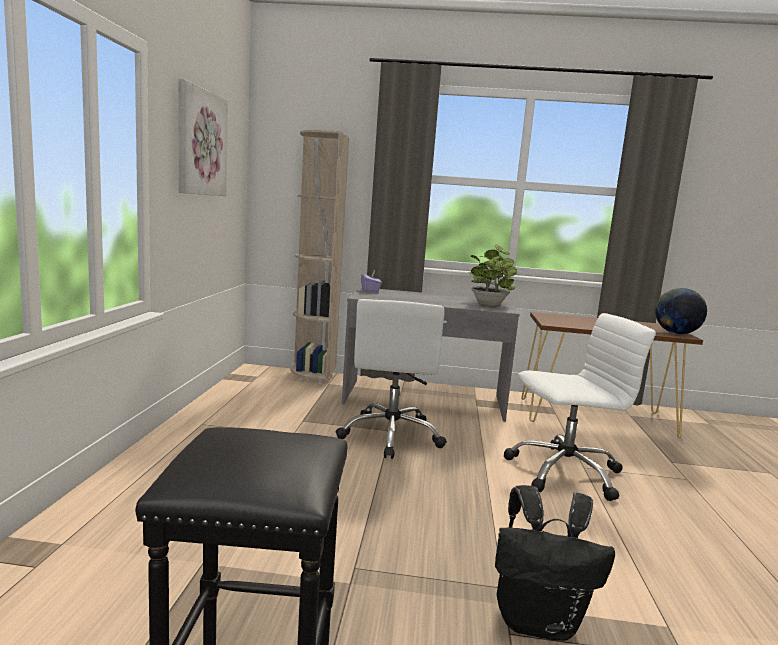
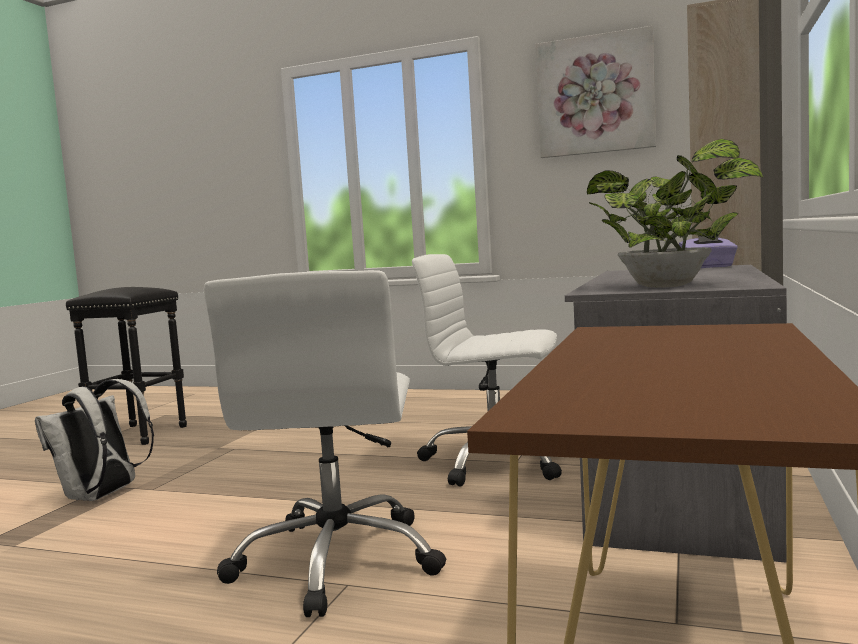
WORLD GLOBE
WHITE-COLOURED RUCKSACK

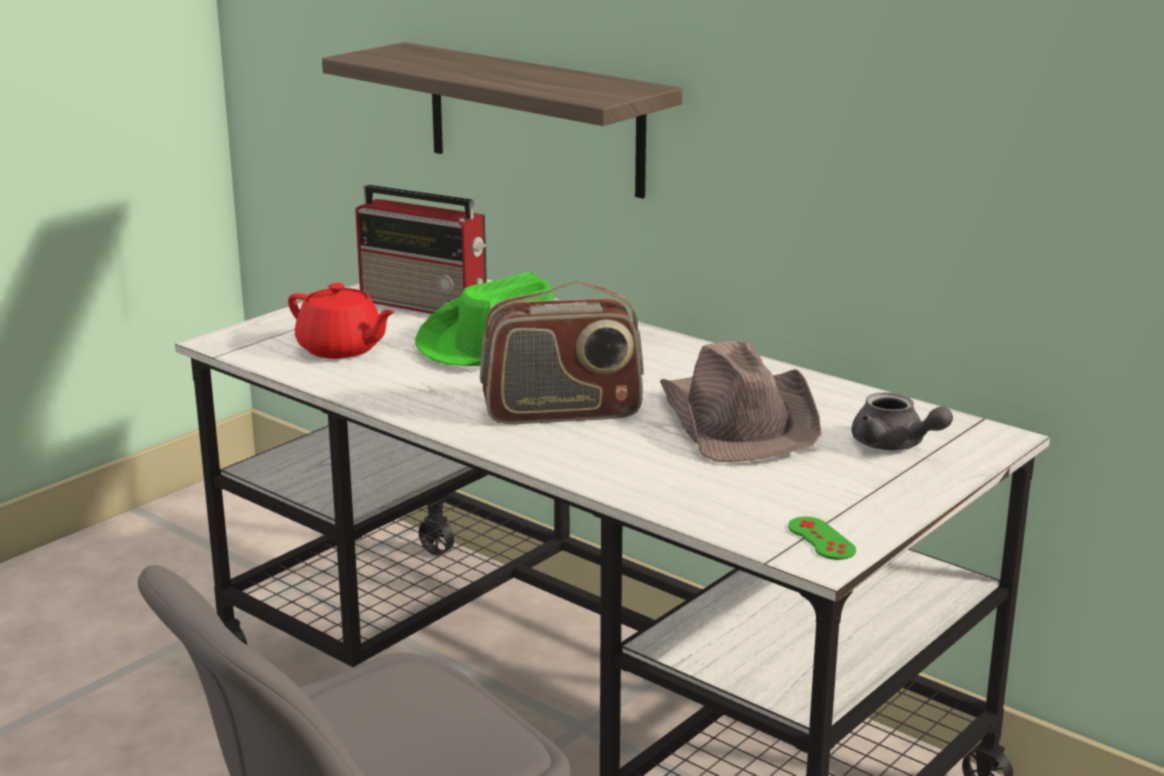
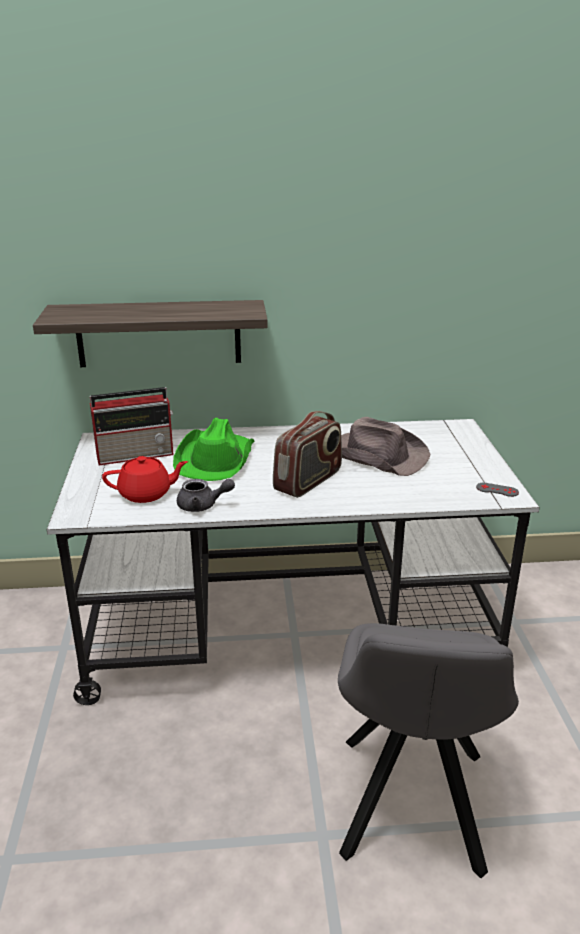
GREY POT FOR TEA
GREY GAME CONTROLLER

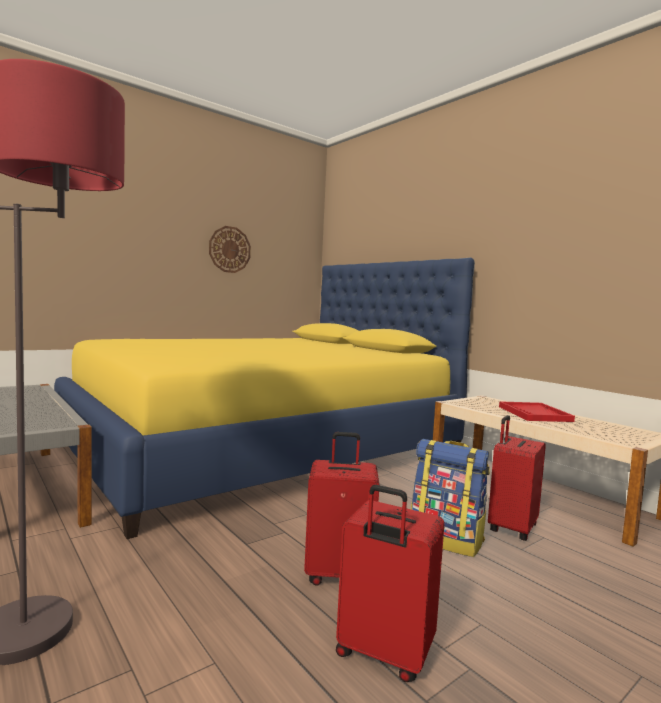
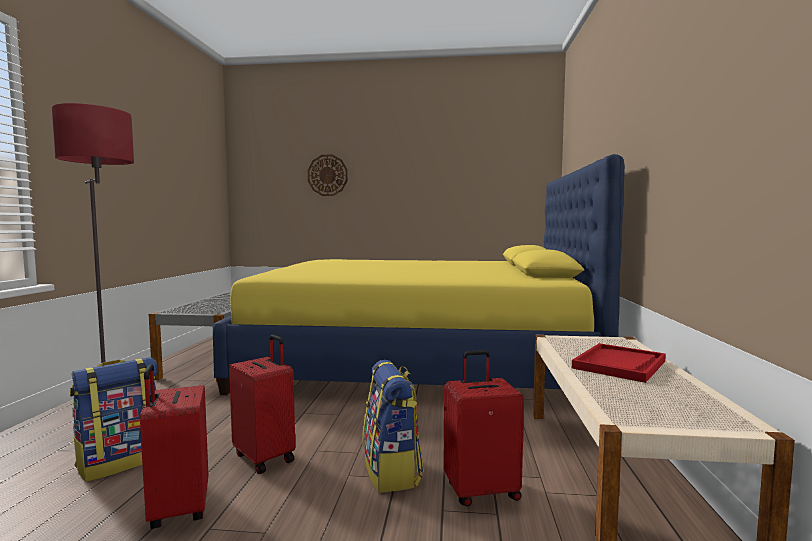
CLOCK ON THE WALL
RUCKSACK (no. 1 from left)

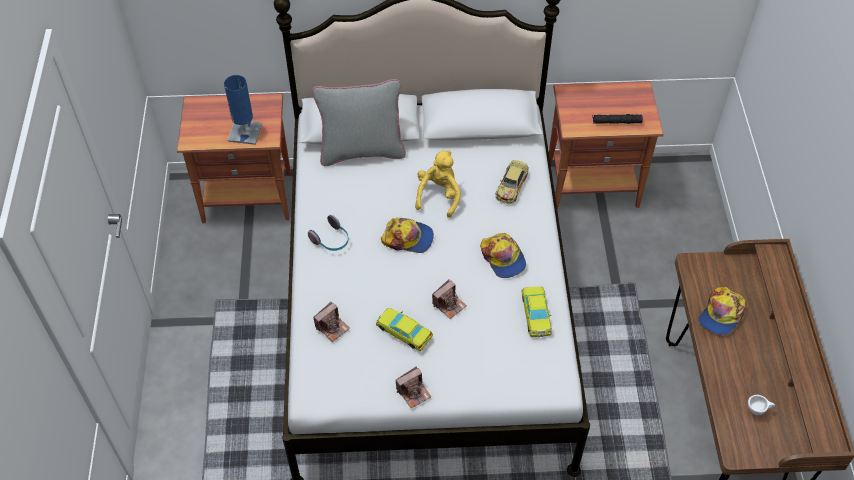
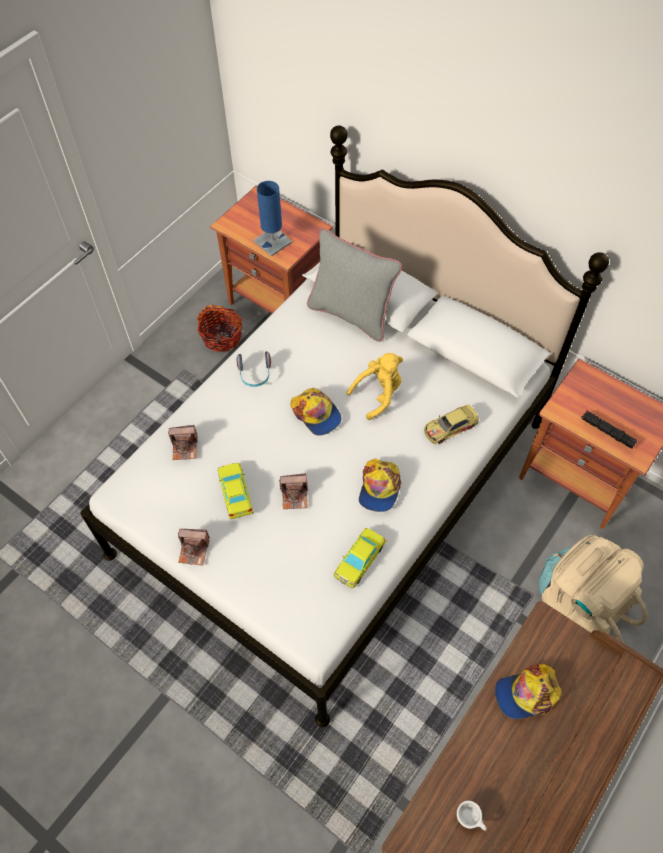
HOUSEHOLD BASKET
BEIGE RUCKSACK

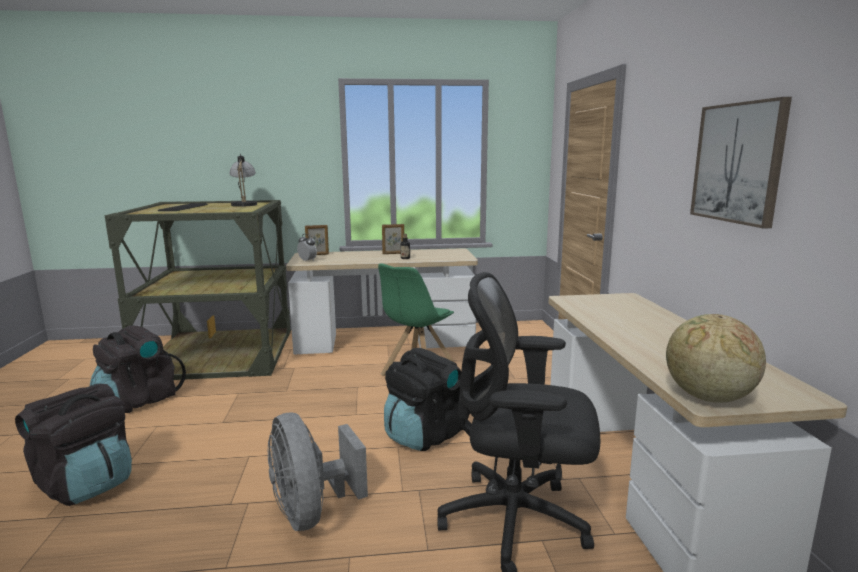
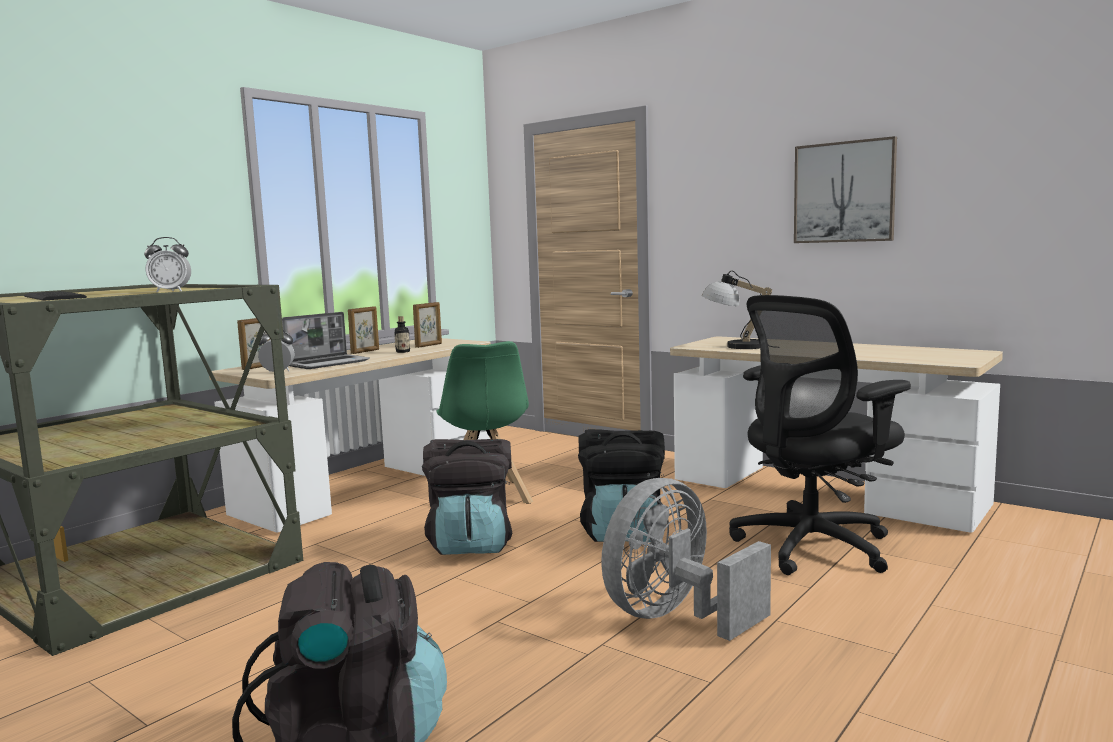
TABLETOP LAMP
WORLD GLOBE
BLACK RUCKSACK (no. 2 from left)
GREY ELECTRIC FAN
BEDSIDE CLOCK (no. 1 from left)
STANDING FRAME (no. 3 from left)
NOTEBOOK COMPUTER

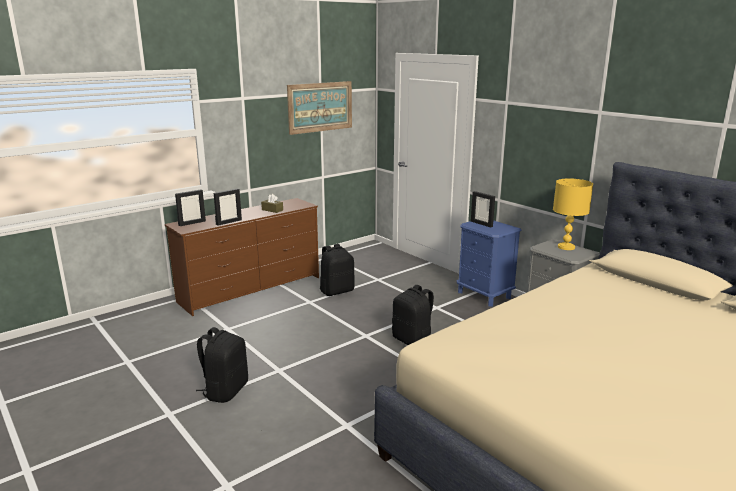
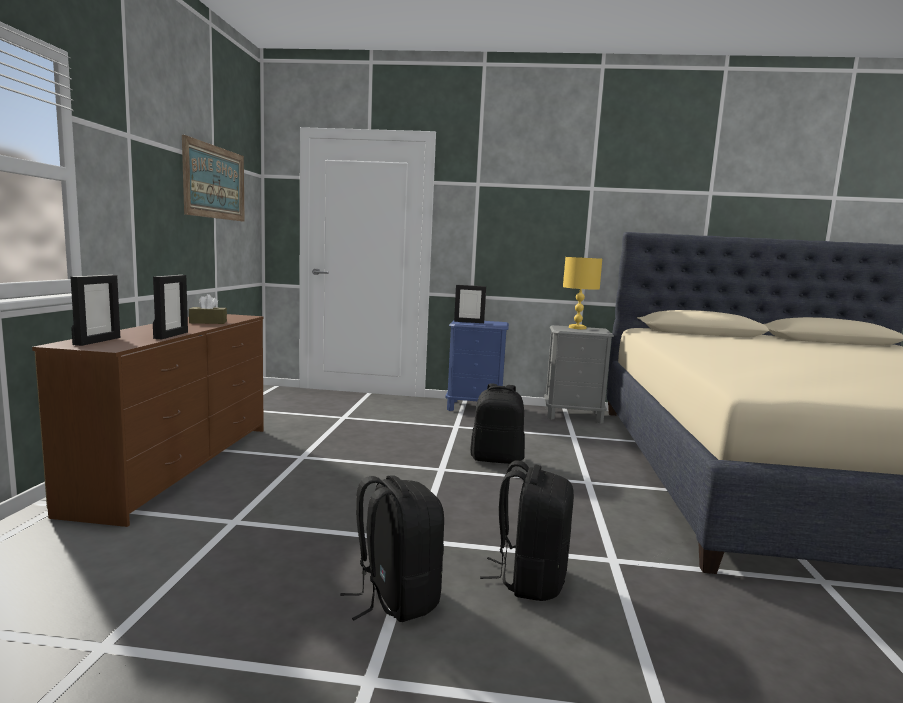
BLACK RUCKSACK (no. 3 from left)

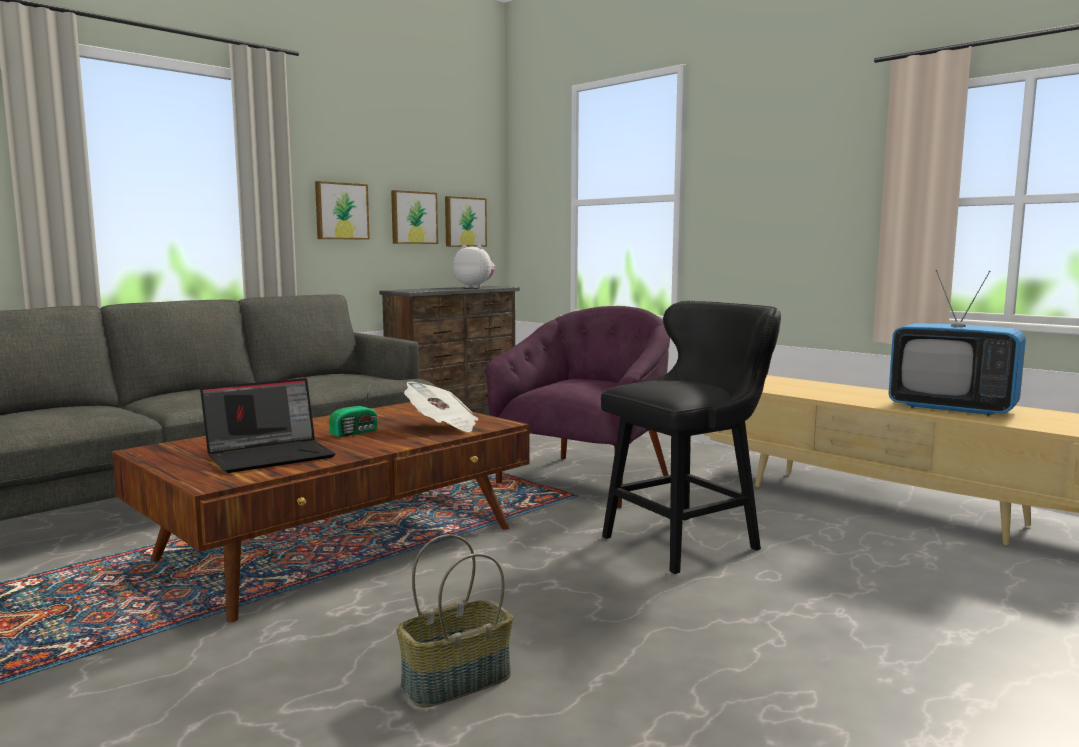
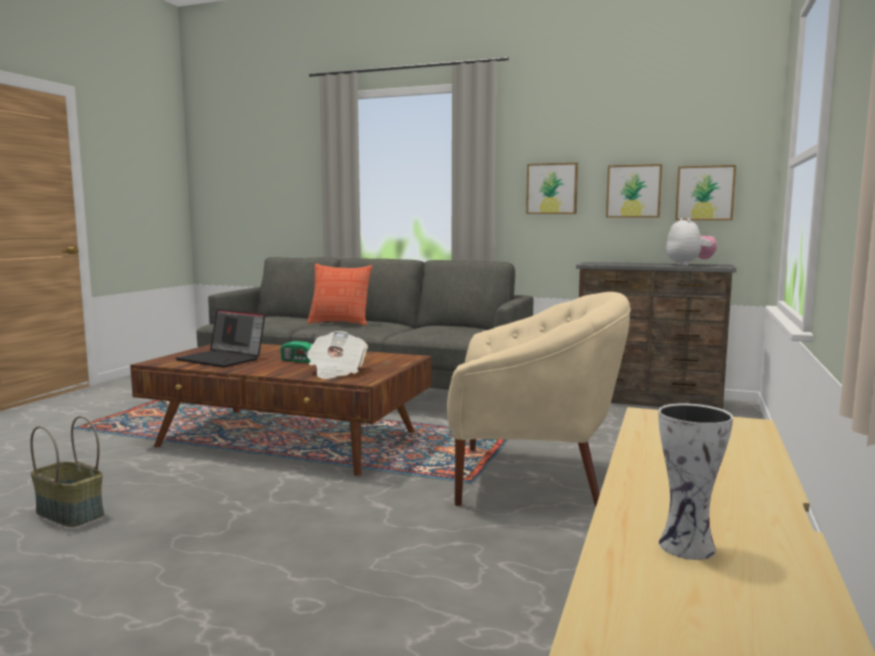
DECORATIVE VASE
BLACK STOOL
BEIGE ARMCHAIR
ORANGE PILLOW

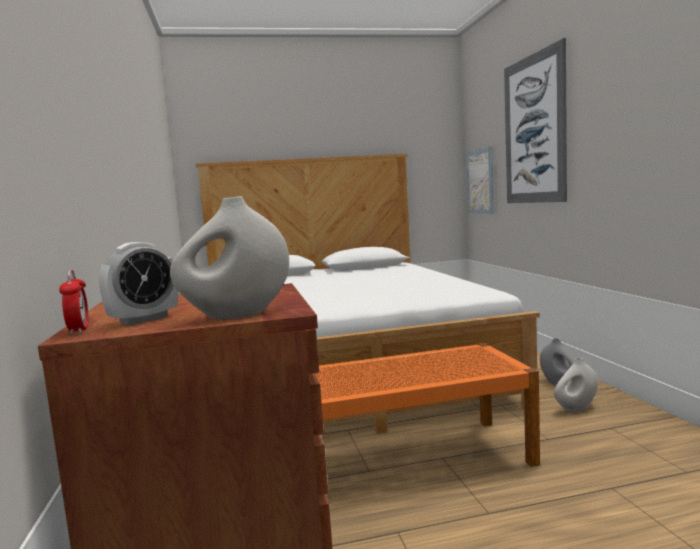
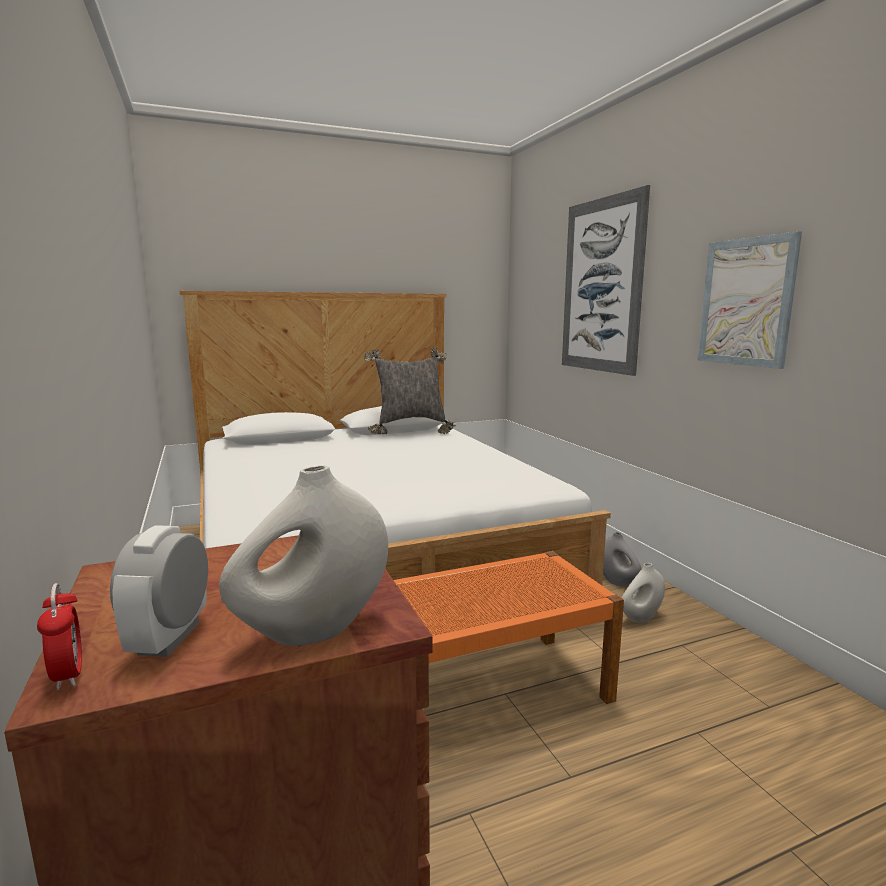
WALL ART (no. 2 from left)
BEDSIDE CLOCK (no. 2 from left)
PILLOW

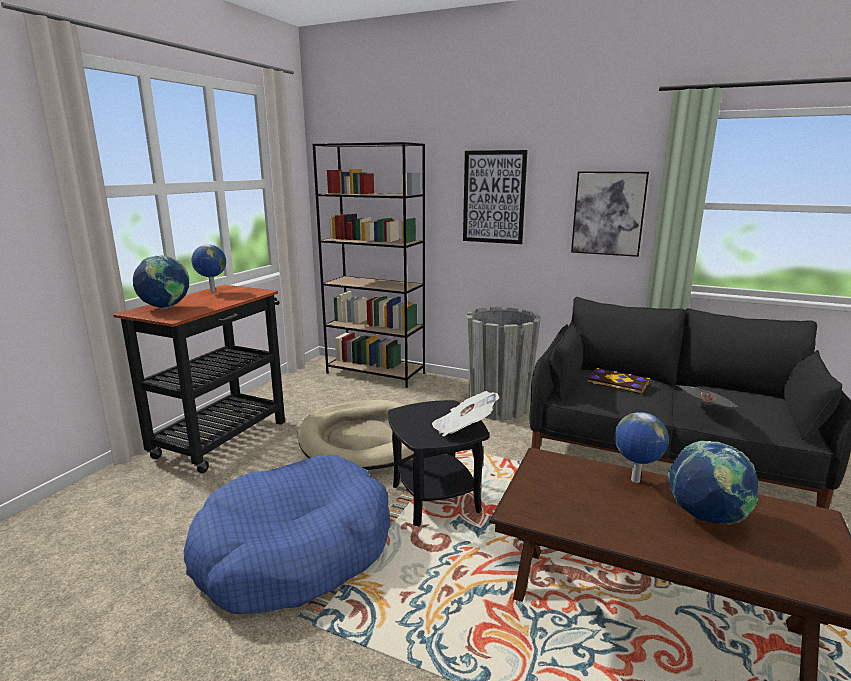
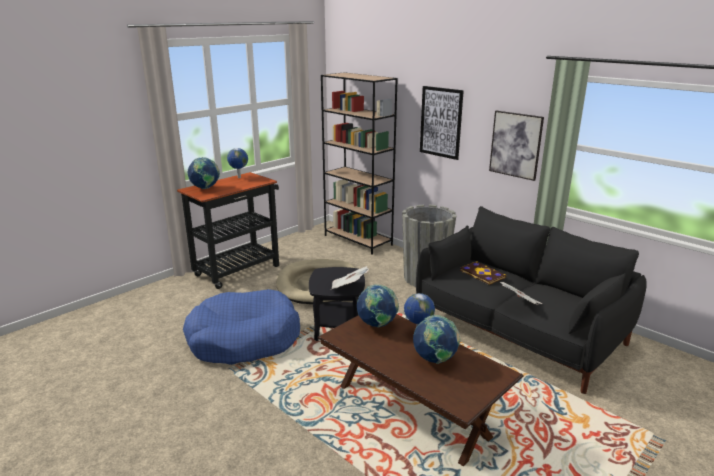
WORLD GLOBE (no. 3 from left)

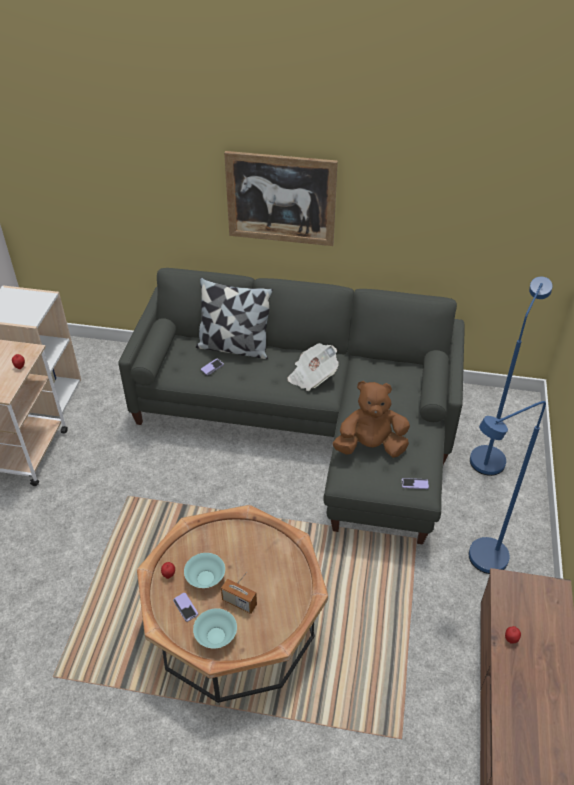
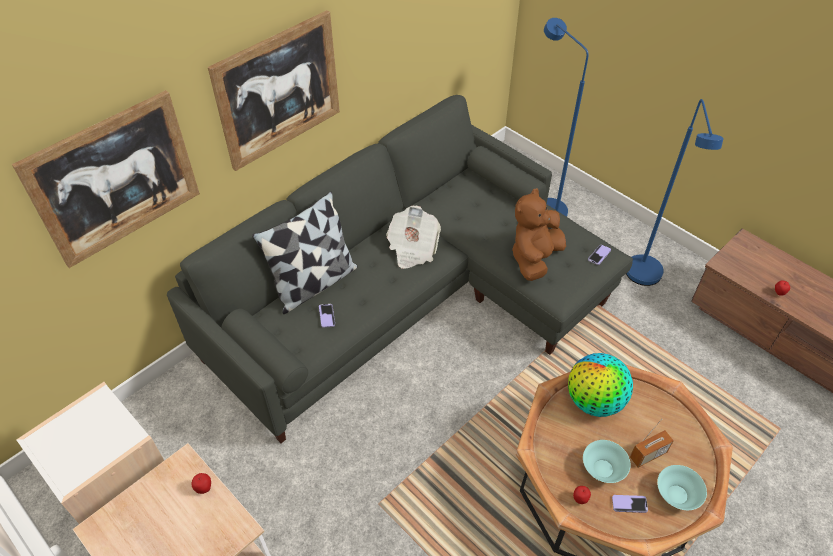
WALL ART (no. 1 from left)
WORLD GLOBE

